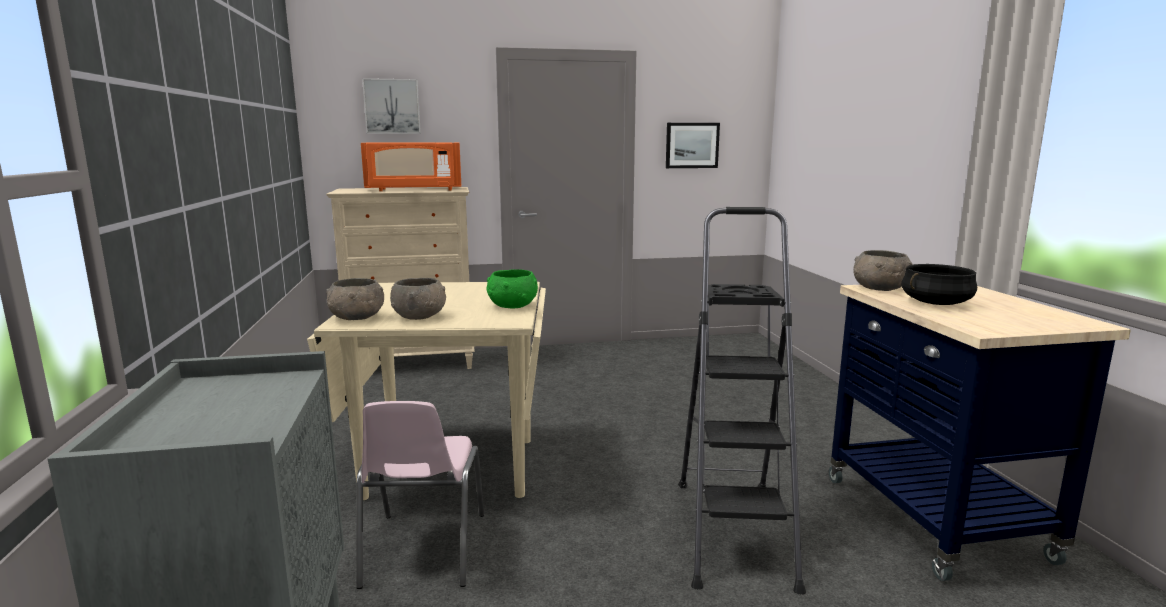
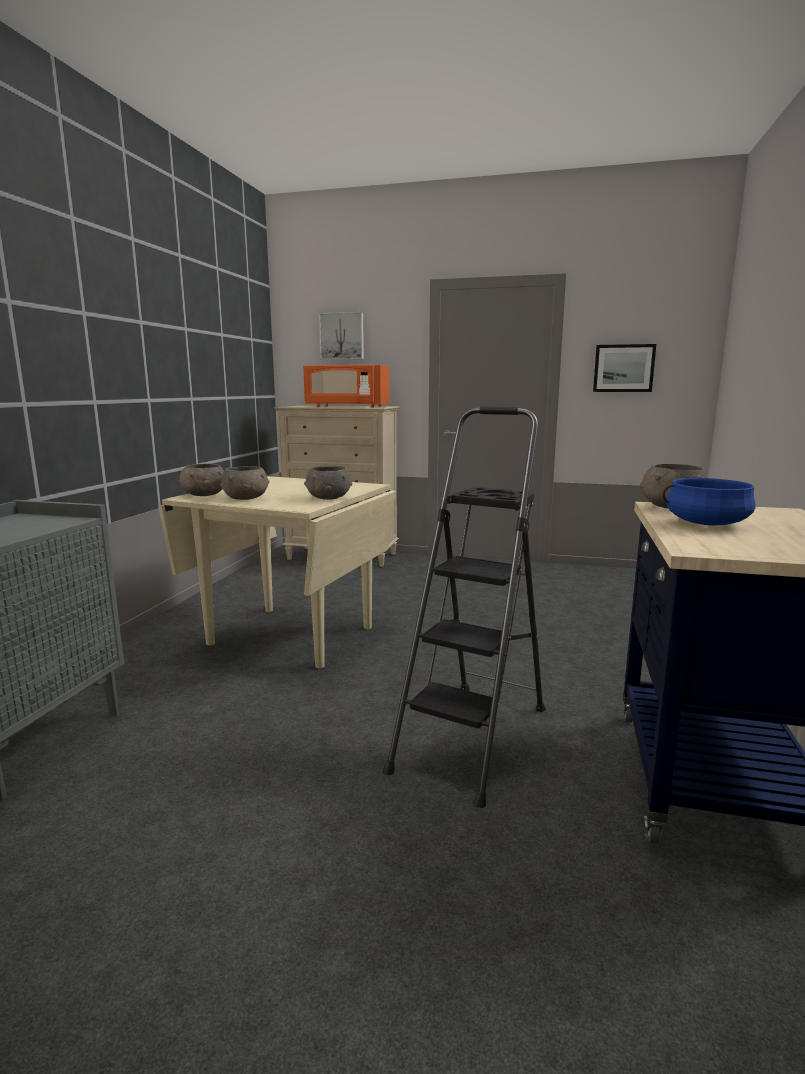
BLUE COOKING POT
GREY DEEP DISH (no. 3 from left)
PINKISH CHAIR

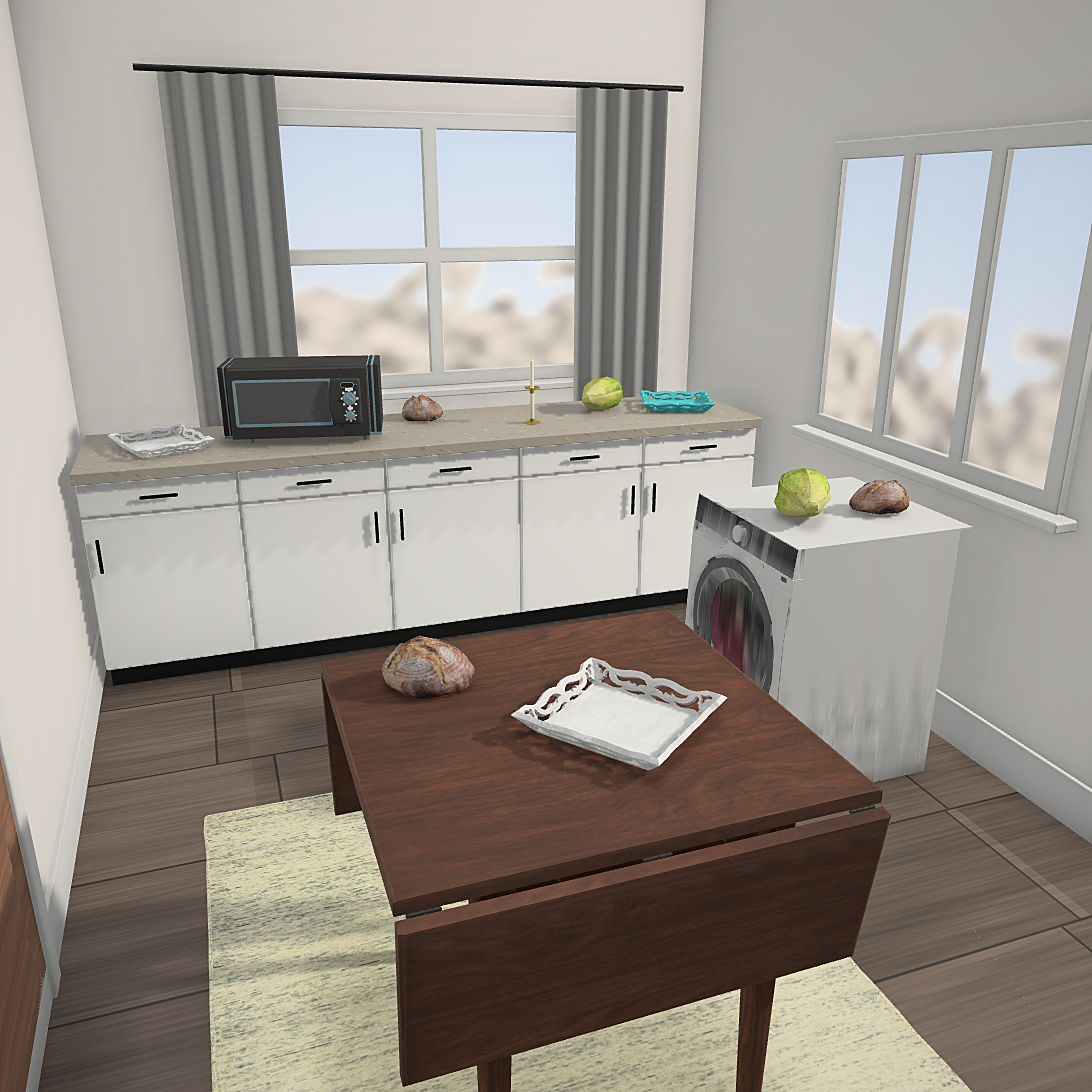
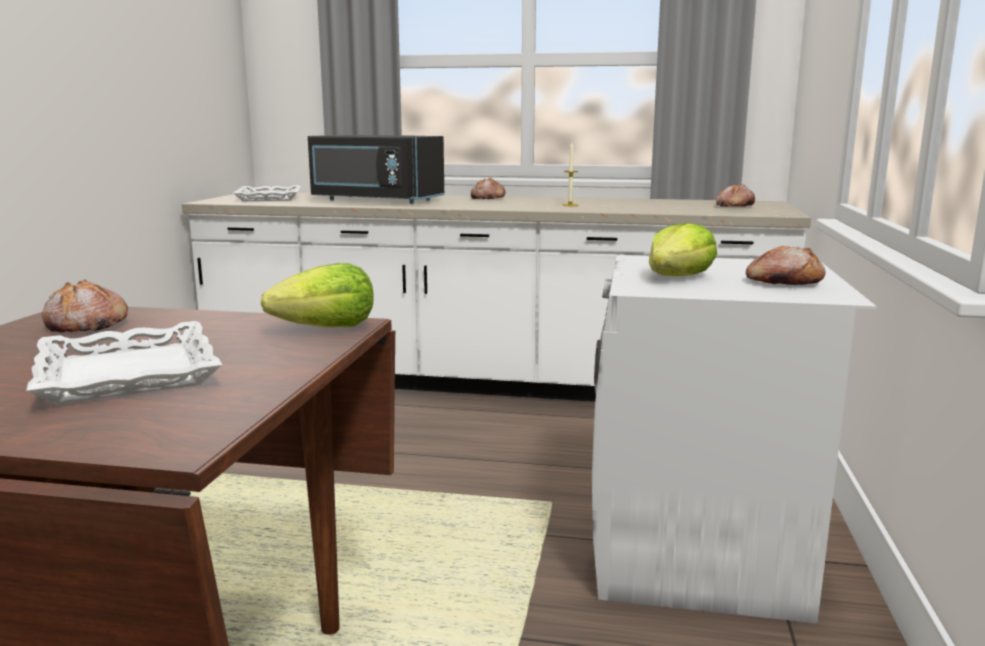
HEAD OF LETTUCE (no. 1 from left)
BAKED BREAD (no. 3 from left)

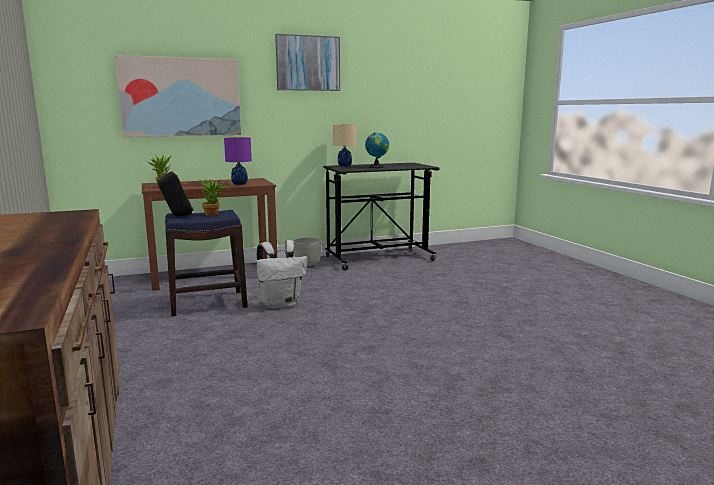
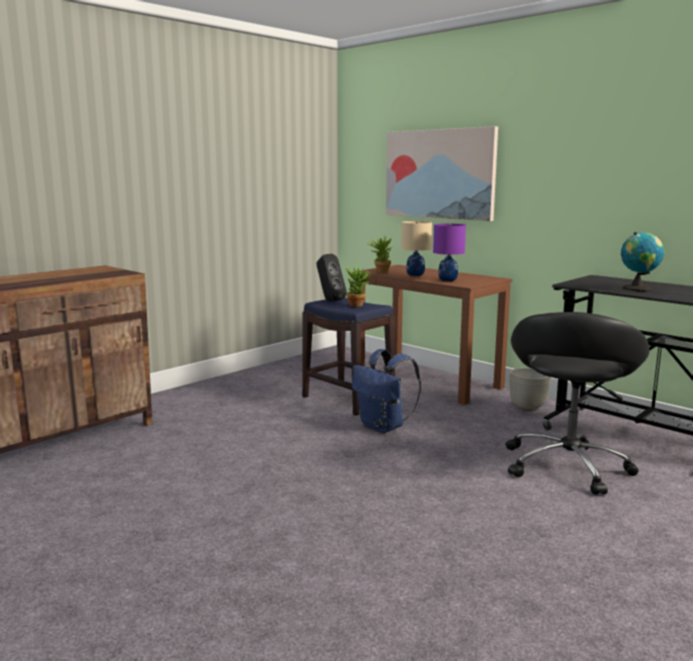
WALL ART (no. 2 from left in the first image)
BEIGE TABLETOP LAMP
BLUE RUCKSACK
BLACK OFFICE CHAIR

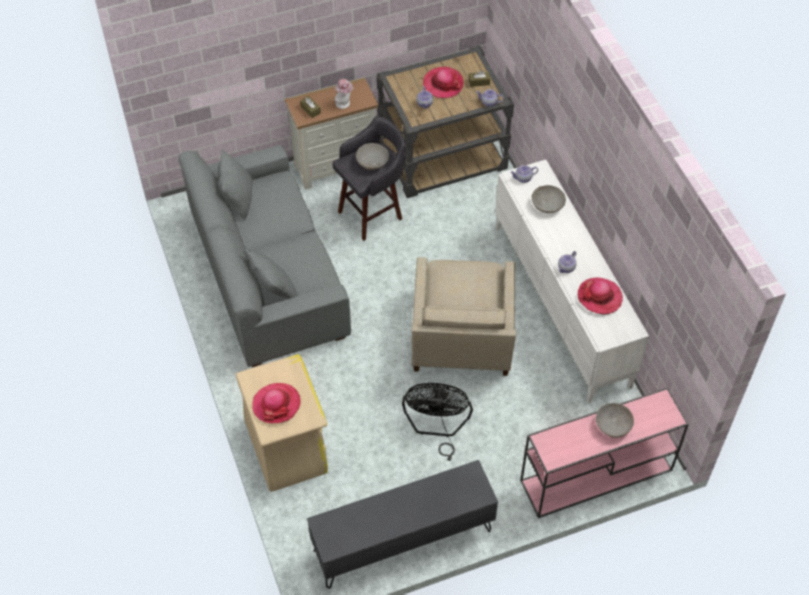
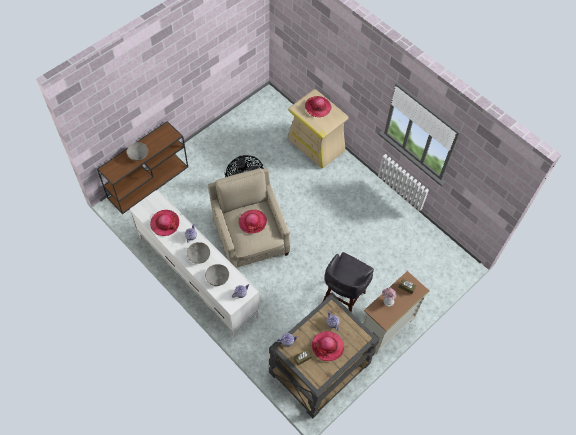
GREY DEEP DISH (no. 2 from left)
GREY SETTEE
BROWNISH NARROW TABLE
GREY TV STAND
WEARABLE HAT (no. 2 from left)

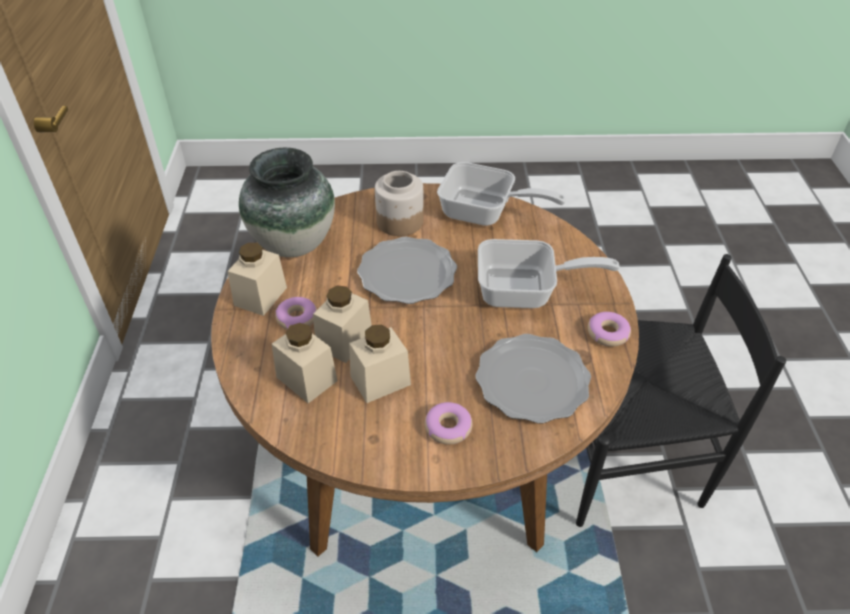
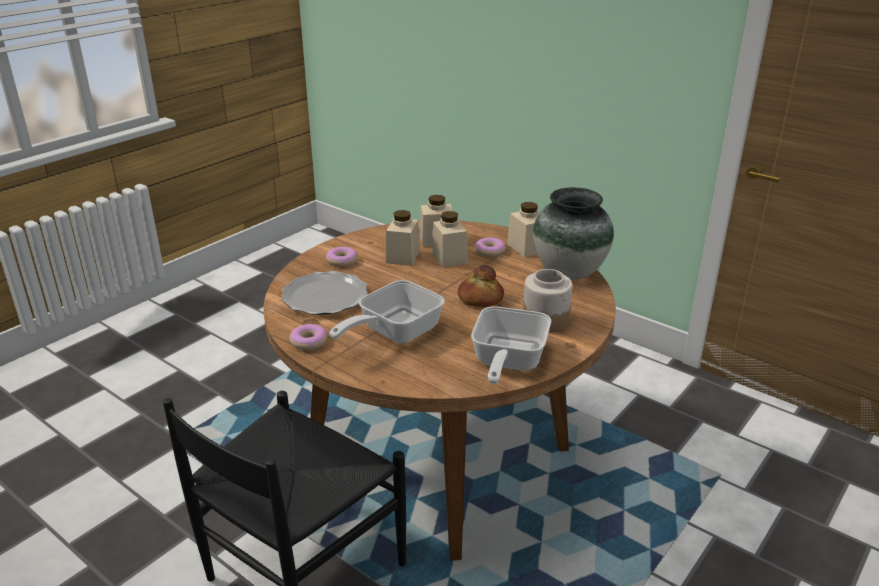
PAN (no. 2 from left)
BAKED BREAD

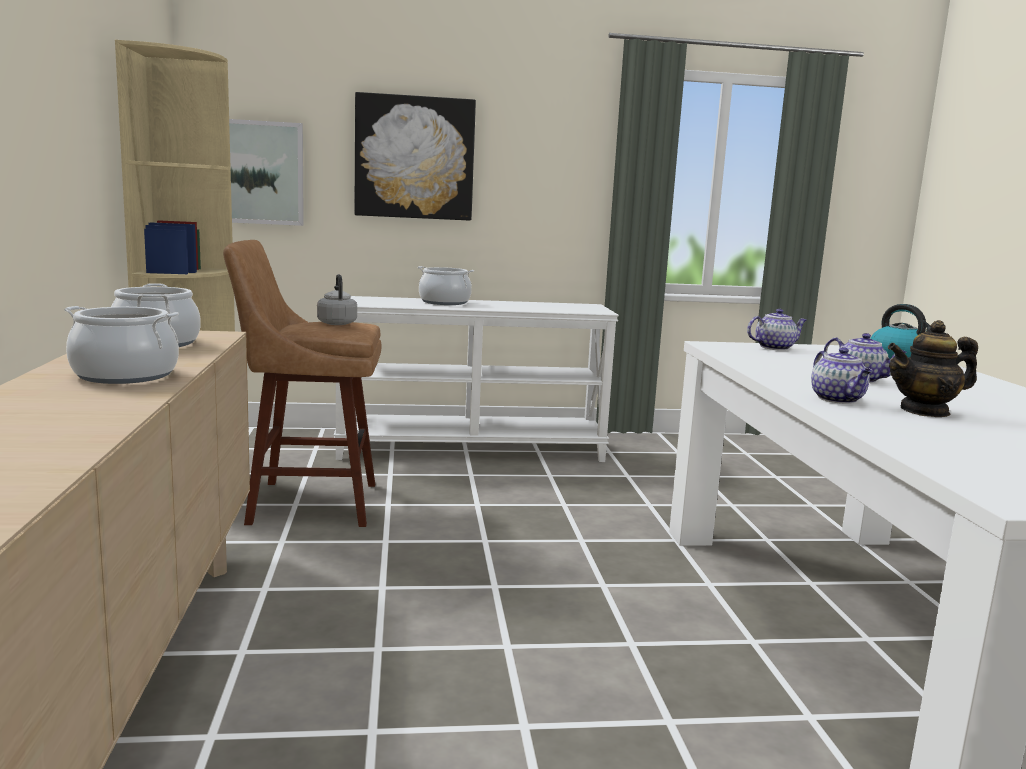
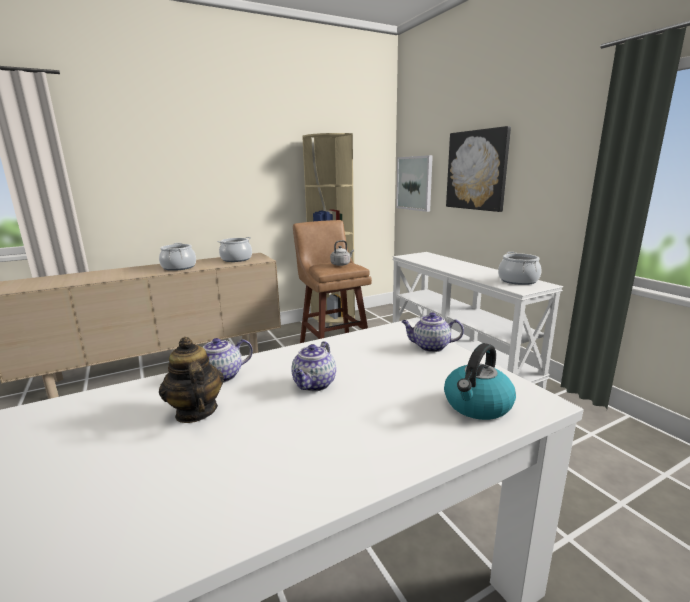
COOKING POT (no. 3 from left)
POT FOR TEA (no. 4 from left)

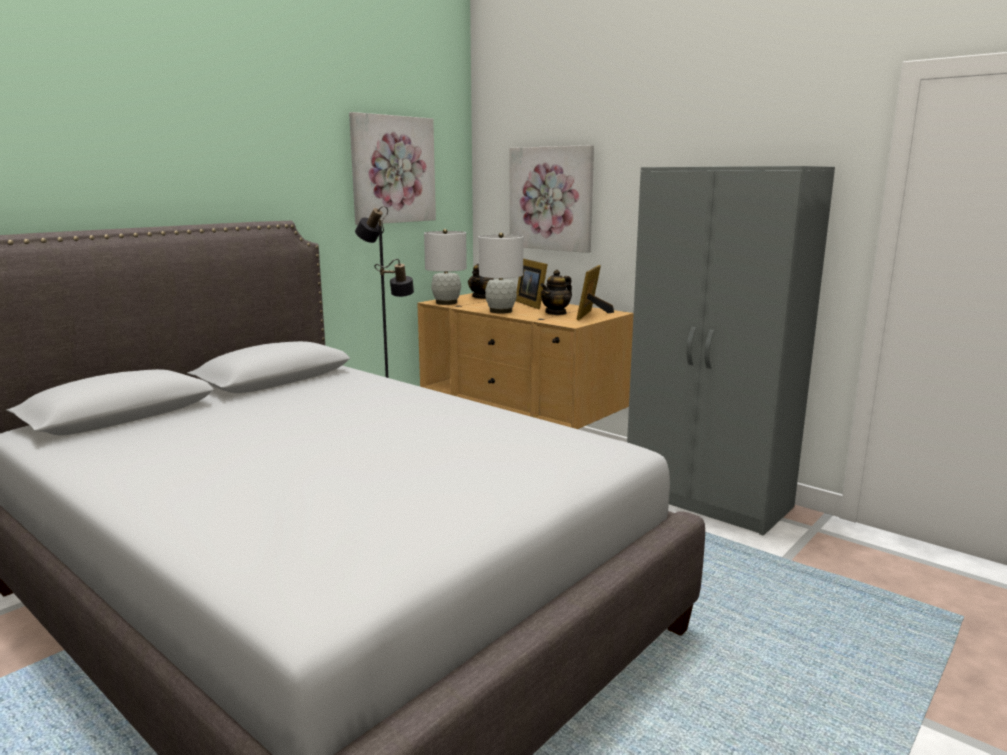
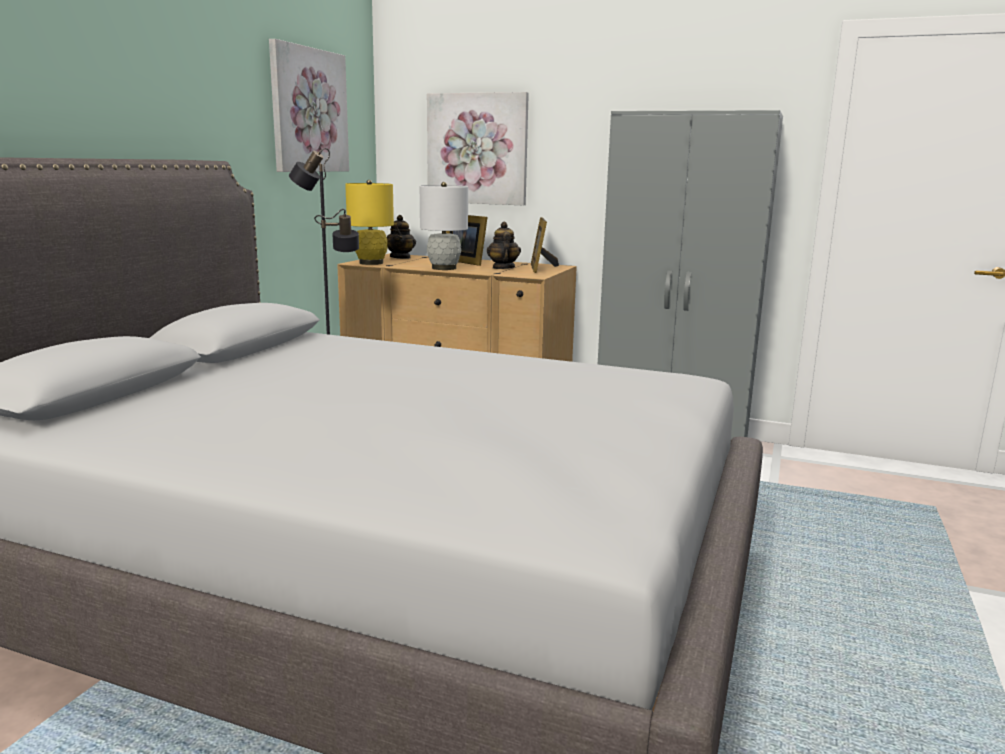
YELLOWISH TABLETOP LAMP
POT FOR TEA (no. 2 from left)

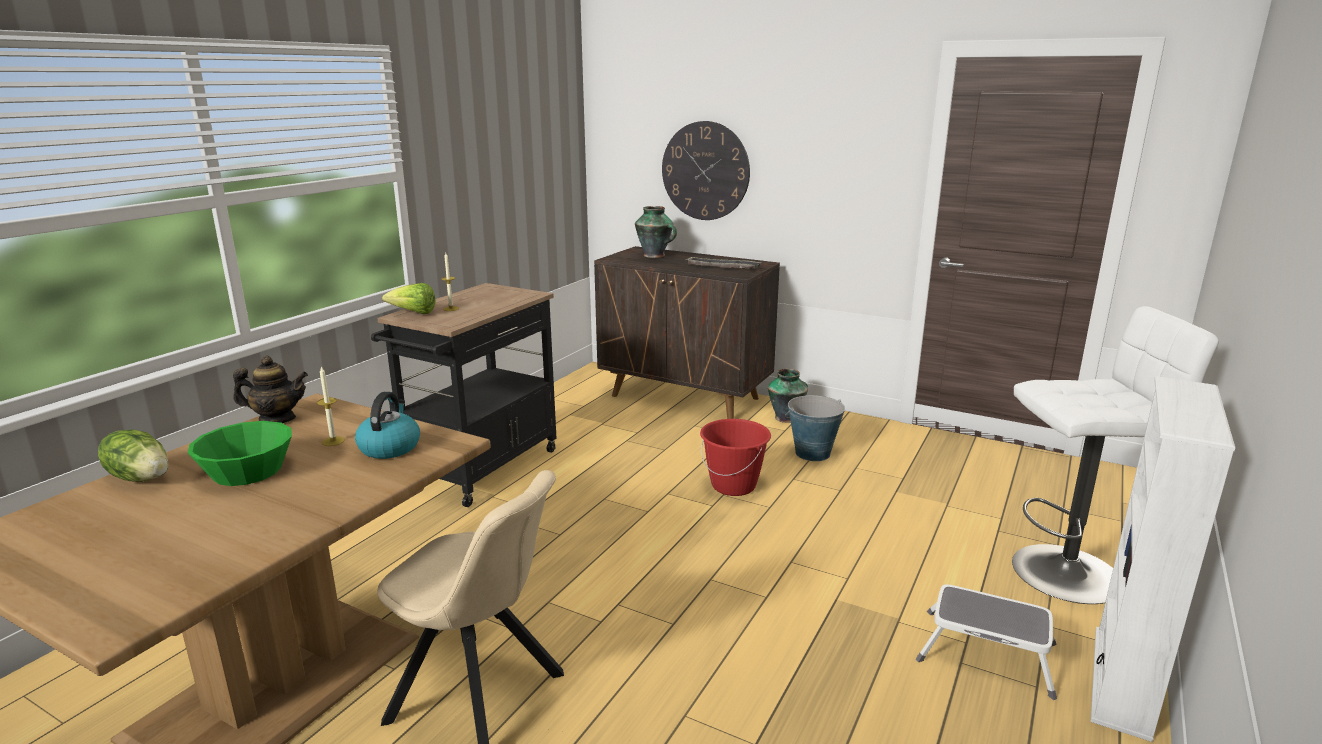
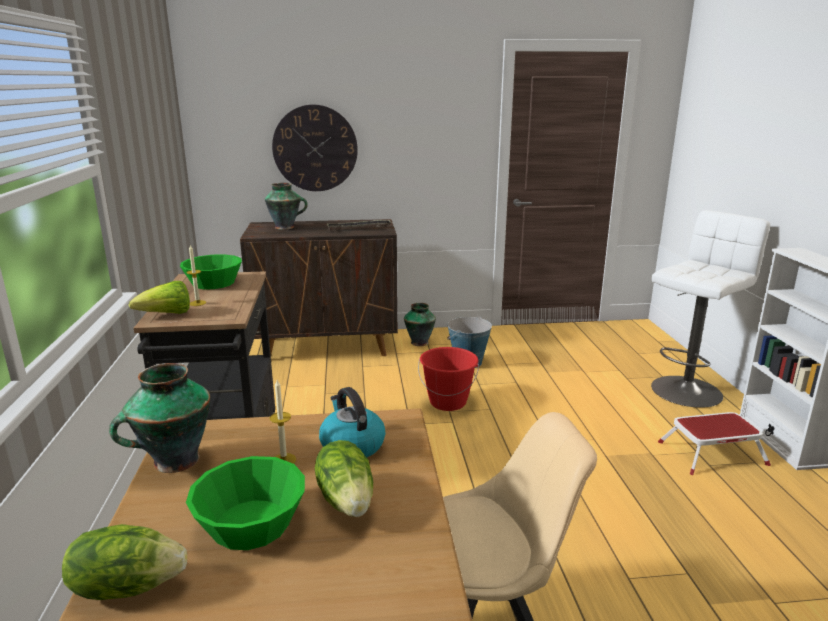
DECORATIVE VASE (no. 1 from left)
RED STEPLADDER
GREEN DEEP DISH (no. 1 from left)
HEAD OF LETTUCE (no. 3 from left)

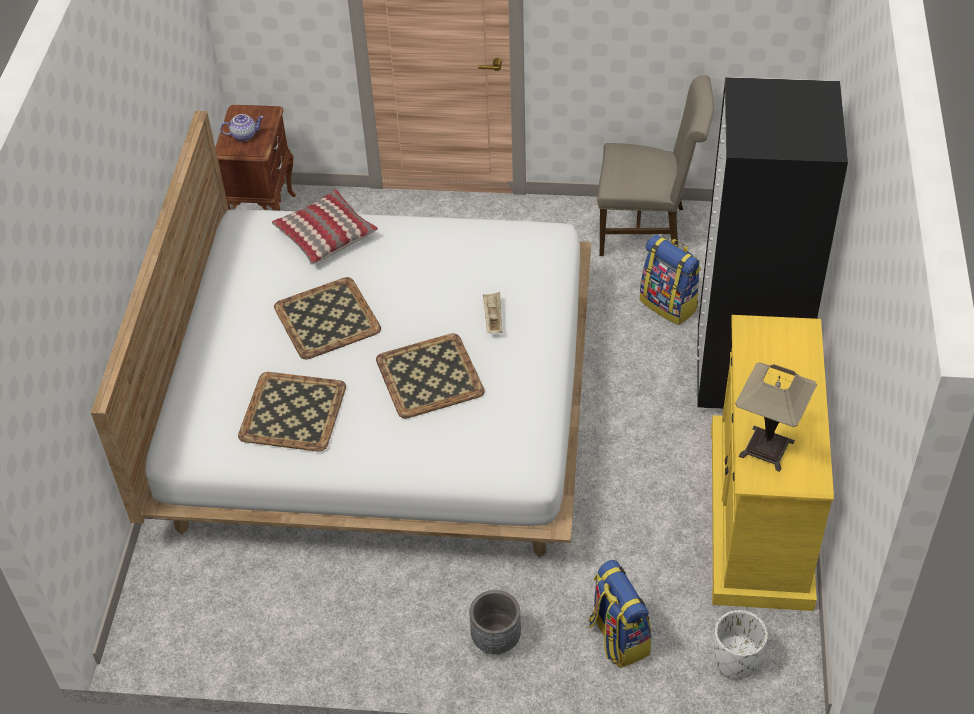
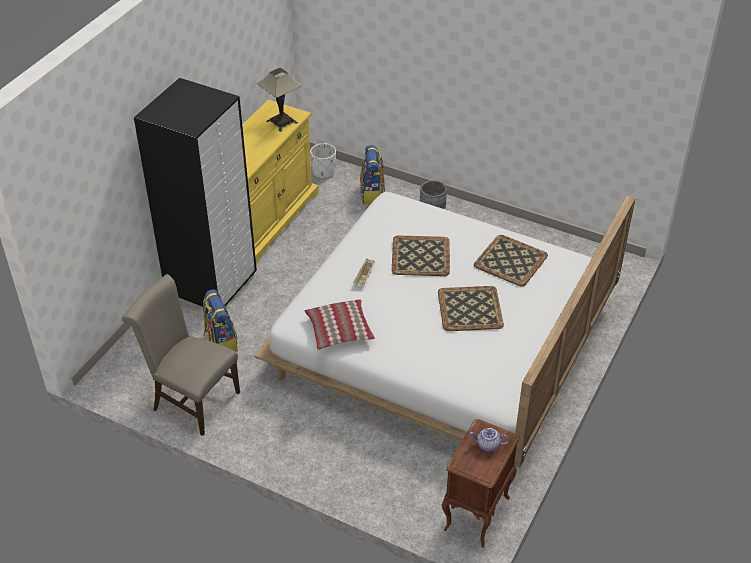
PILLOW

